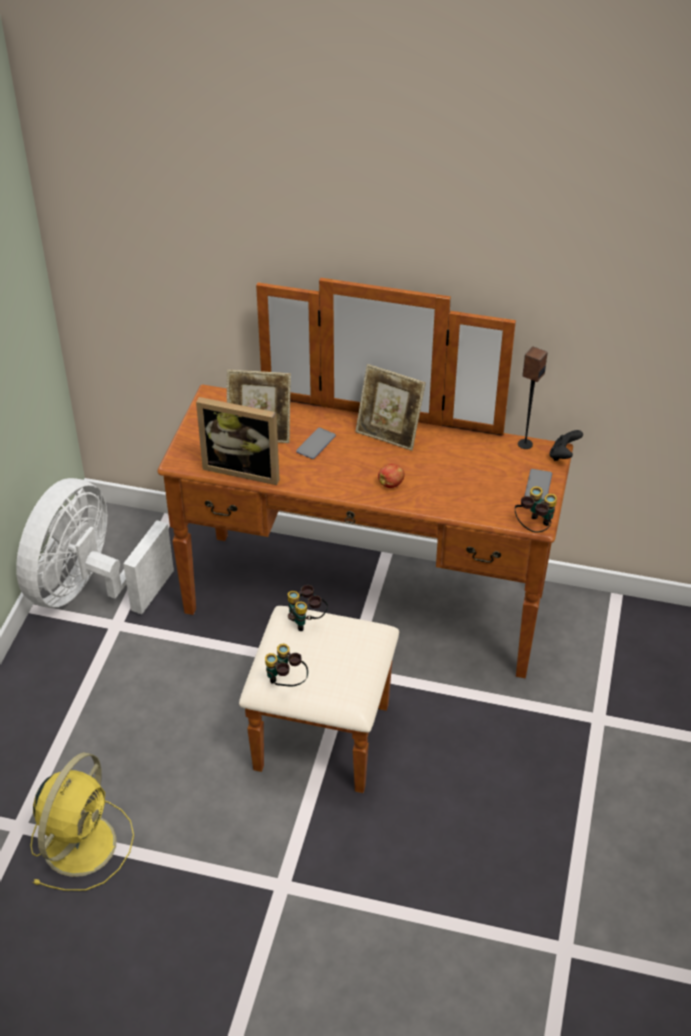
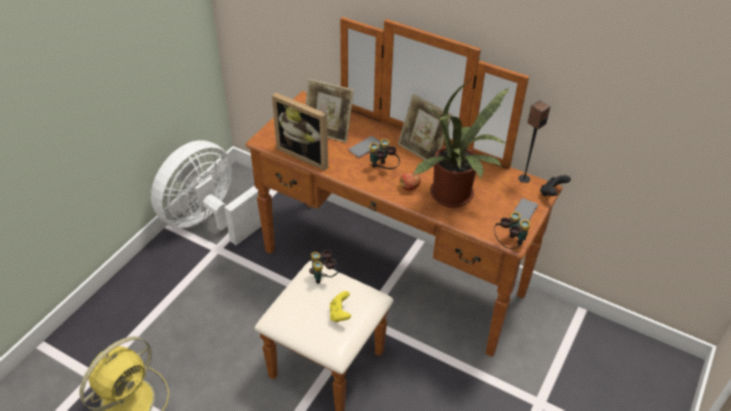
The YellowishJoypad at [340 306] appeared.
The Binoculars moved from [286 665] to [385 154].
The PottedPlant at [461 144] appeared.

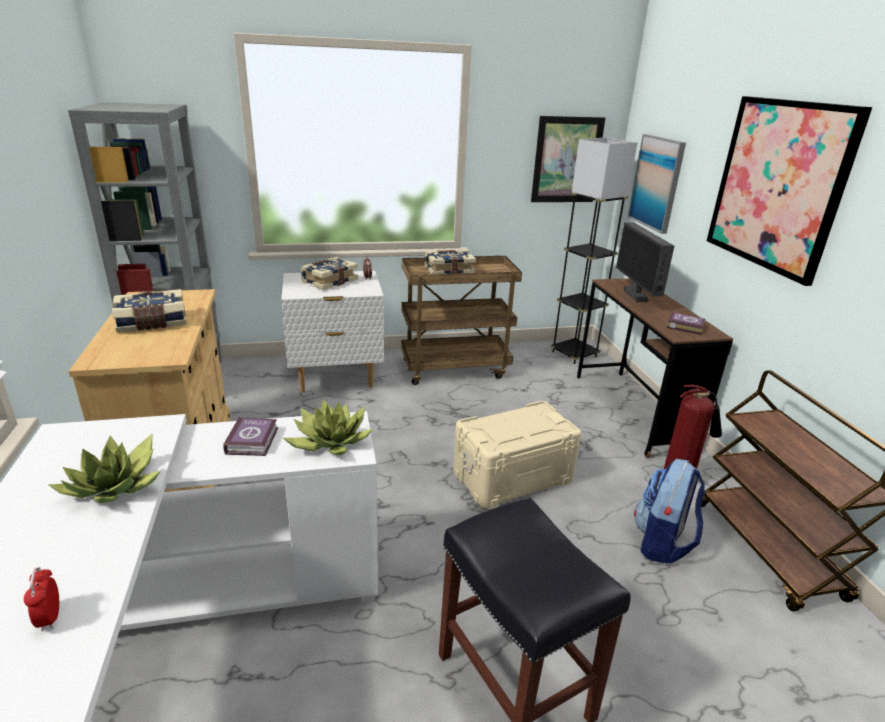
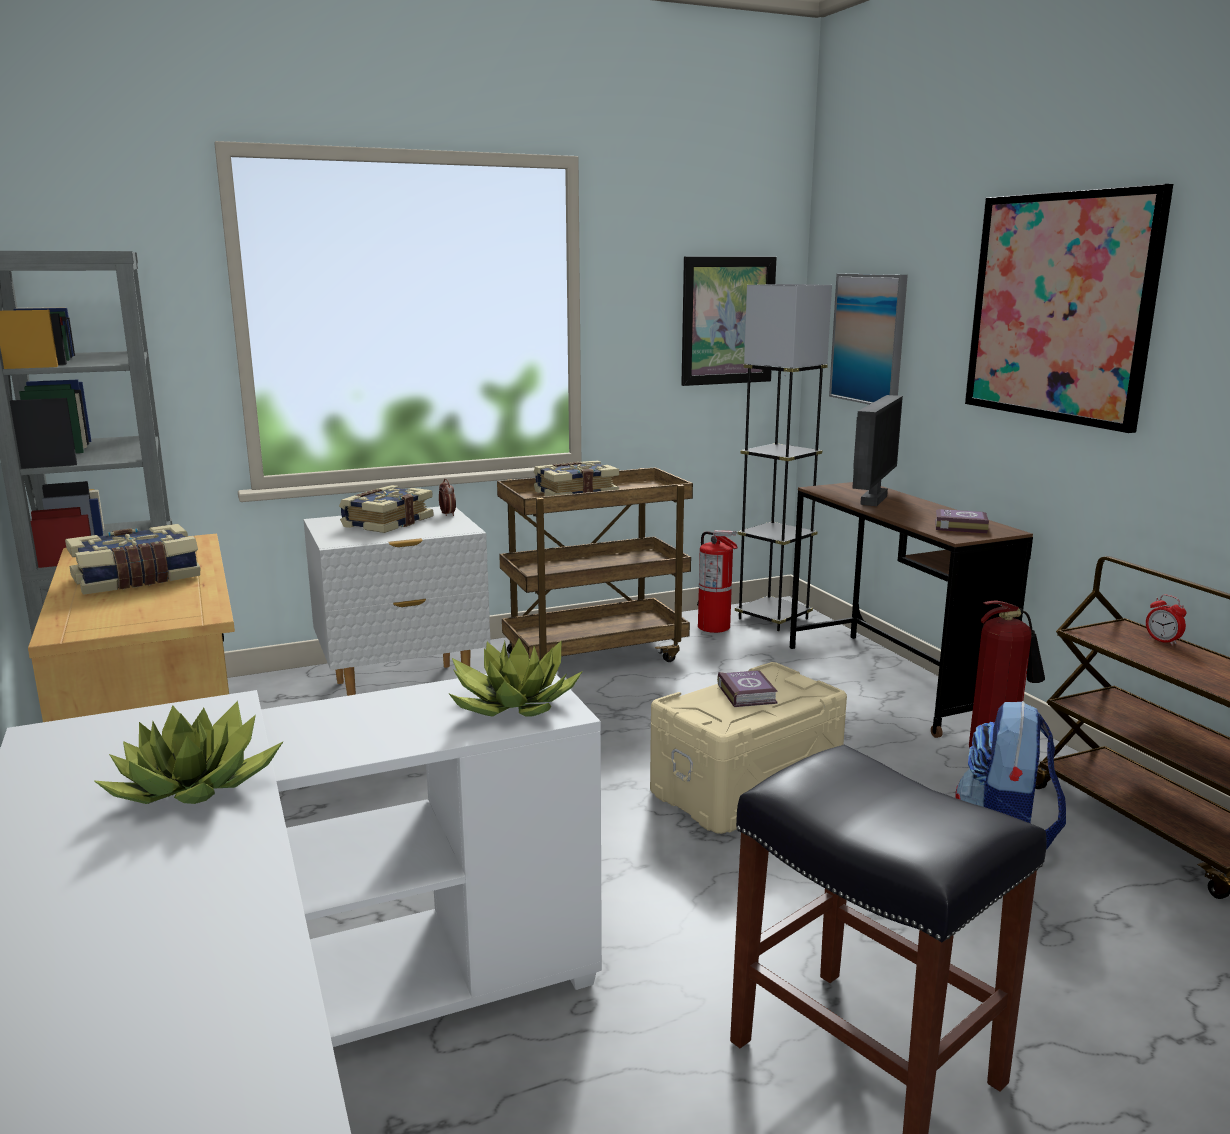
The Extinguisher at [717 581] appeared.
The BoundBook moved from [250 436] to [747 688].
The Monitor at [645 262] turned 135 degrees counterclockwise.
The TableClock moved from [41 599] to [1166 620].

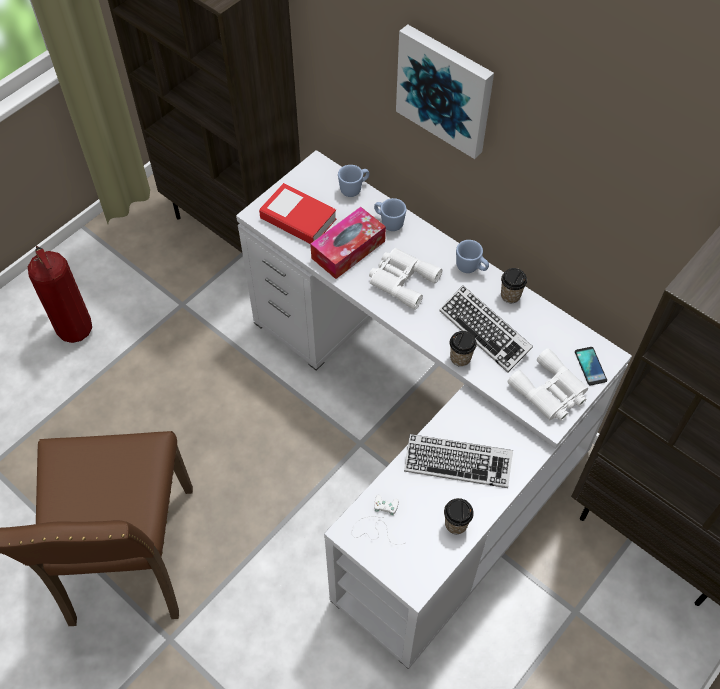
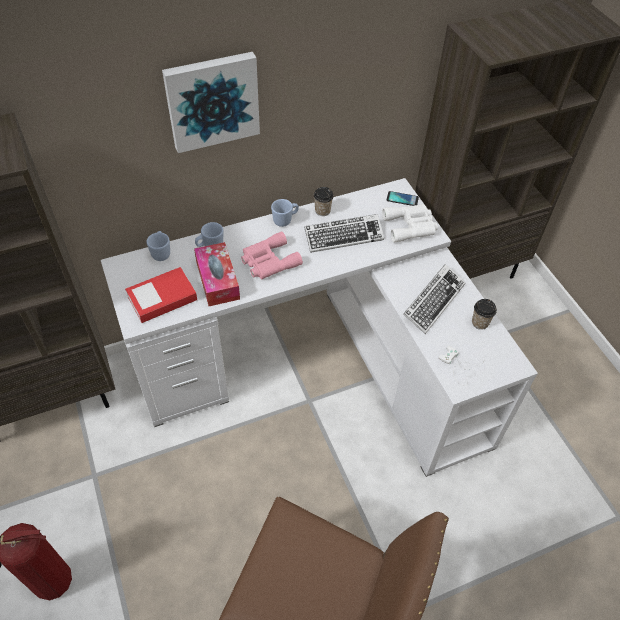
The WhitishBinoculars at [405 279] became the PinkBinoculars at [272 255].
The Cup at [463 349] disappeared.

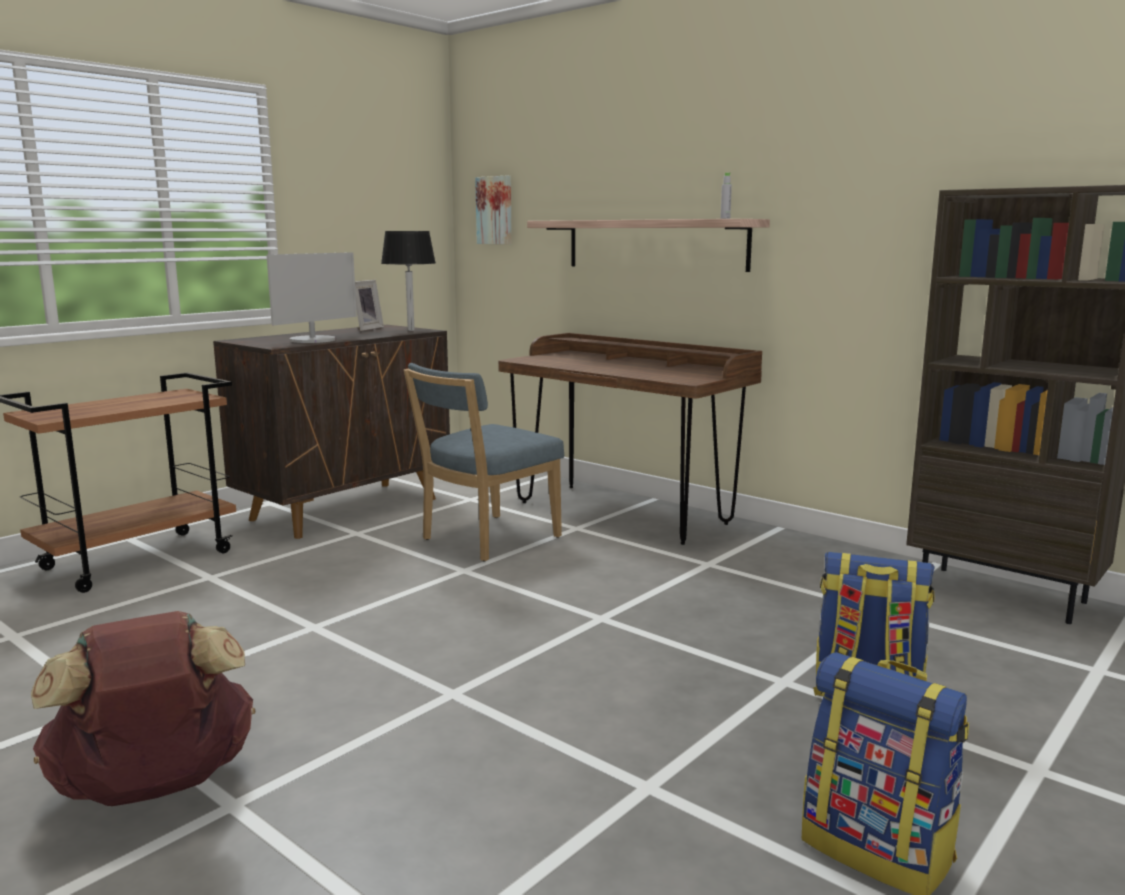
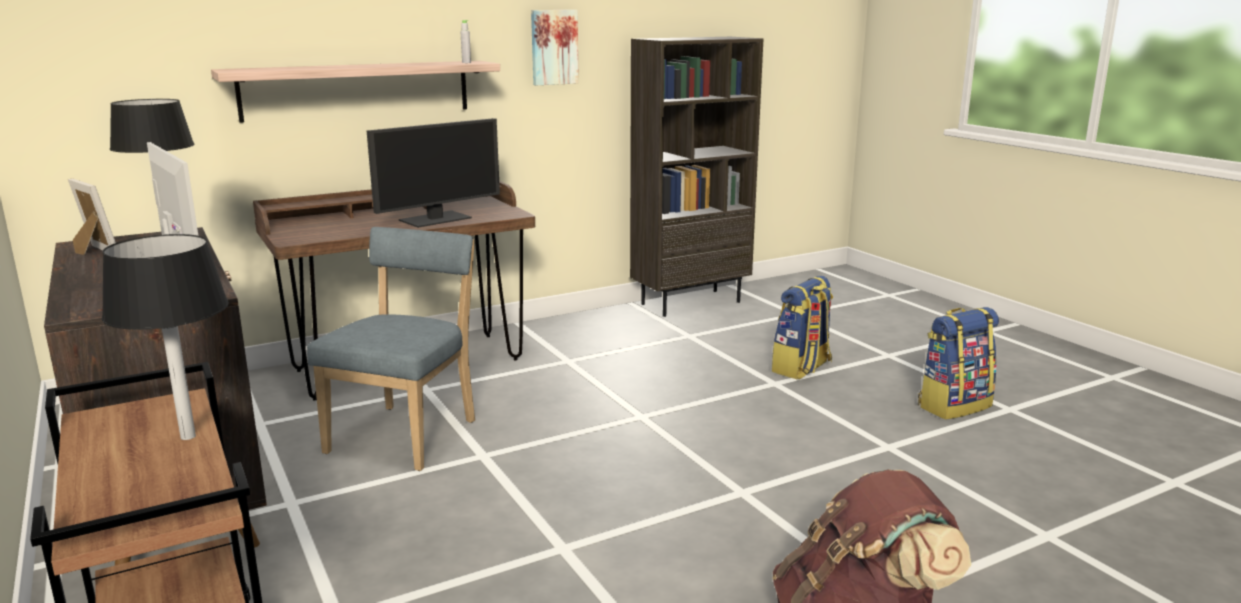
The BlackLampForATable at [165 337] appeared.
The BlueColouredUprightChair at [484 462] turned 135 degrees counterclockwise.
The Monitor at [433 173] appeared.
The WallArt moved from [493 210] to [555 47].

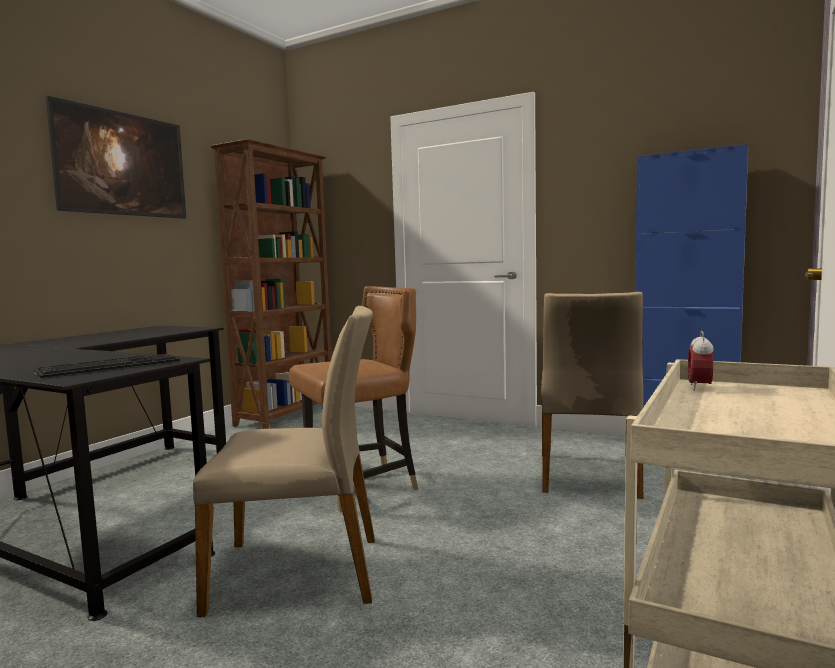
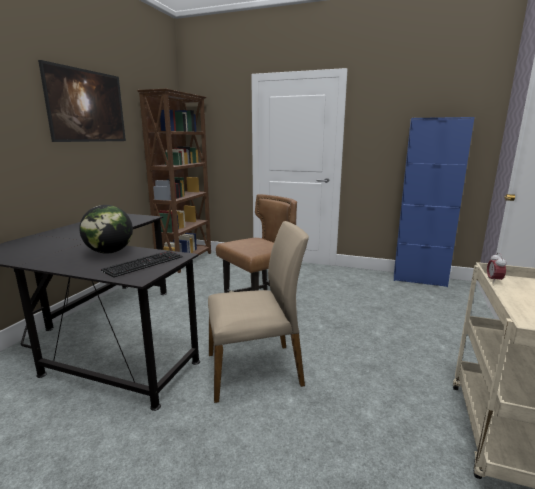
The Globe at [106 229] appeared.
The BeigeUprightChair at [592 395] disappeared.

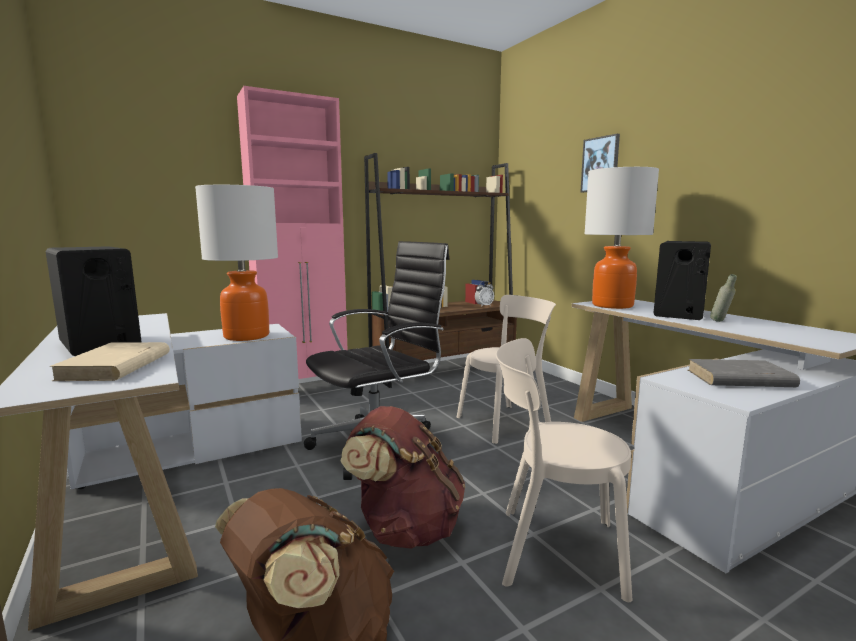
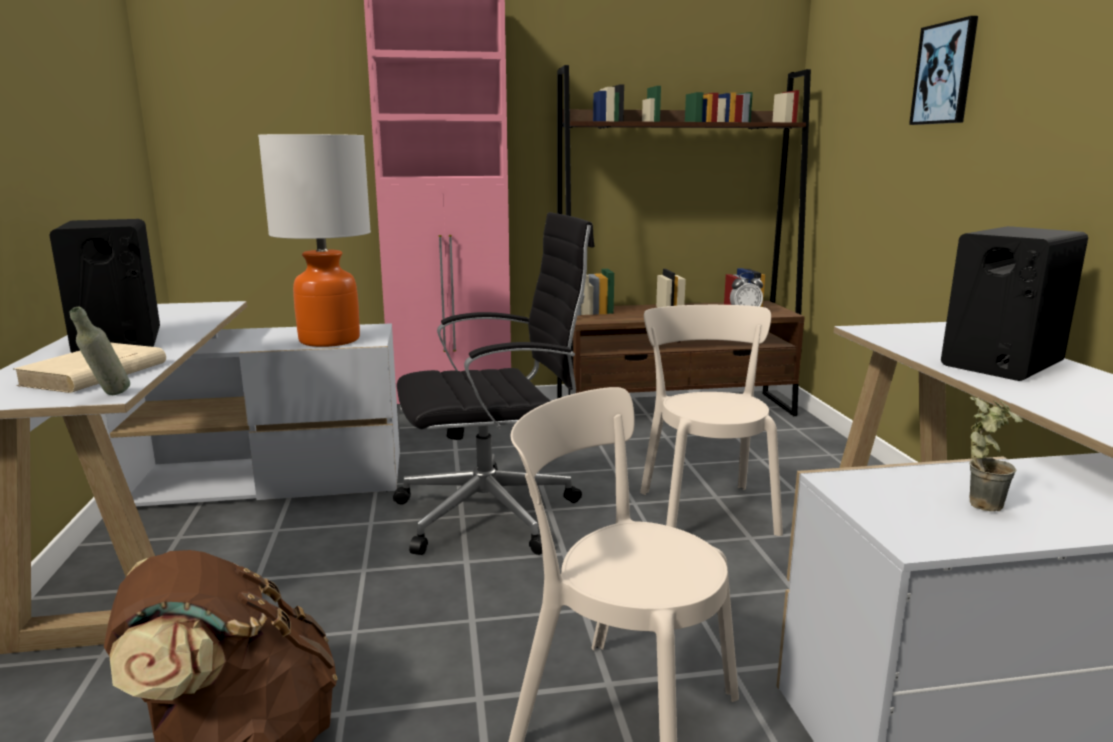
The GrayBeverageBottle moved from [723 298] to [100 351].
The BeigeUprightChair at [506 369] turned 90 degrees counterclockwise.
The GrayBoundBook at [744 373] was replaced by the PottedPlant at [996 454].
The BrownishKnapsack at [402 477] disappeared.
The LampForATable at [621 238] disappeared.

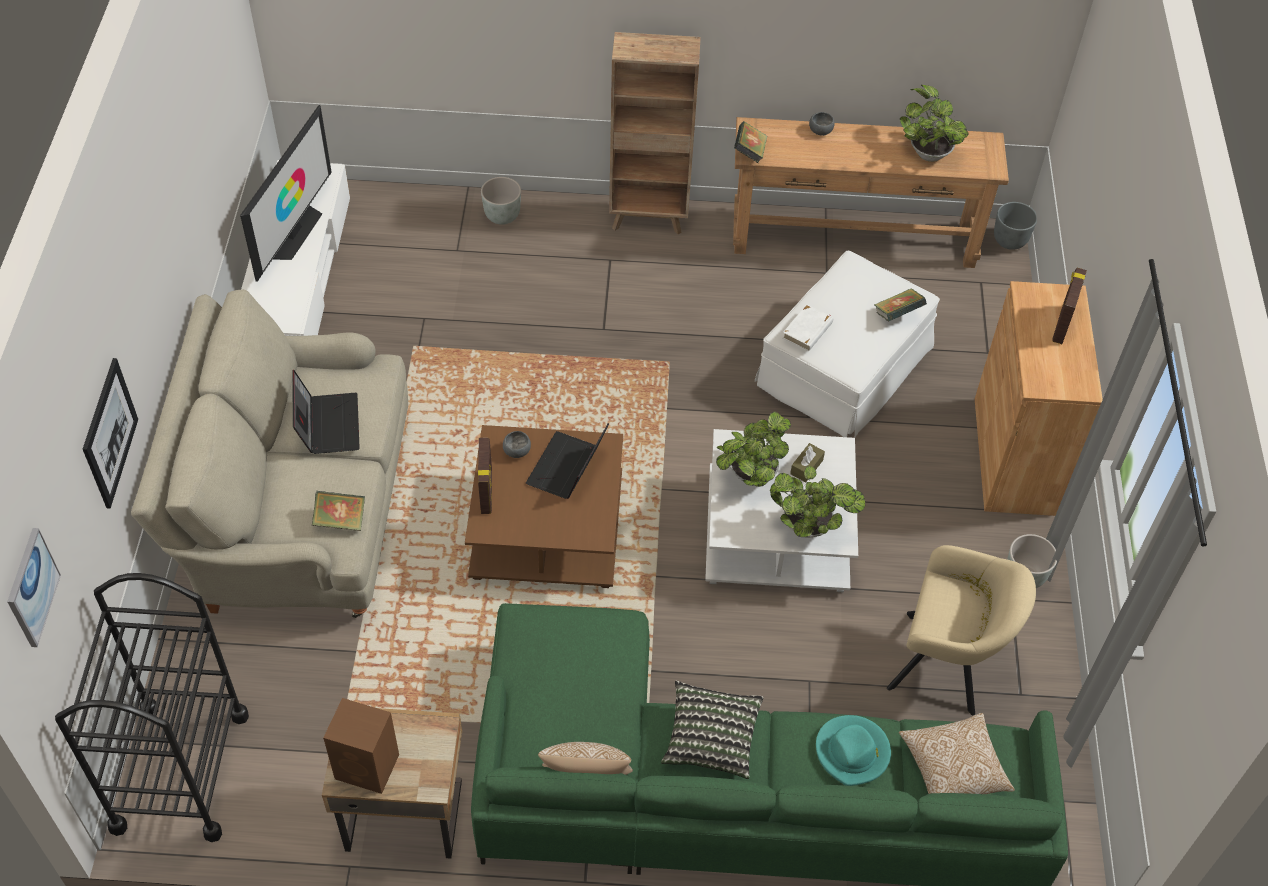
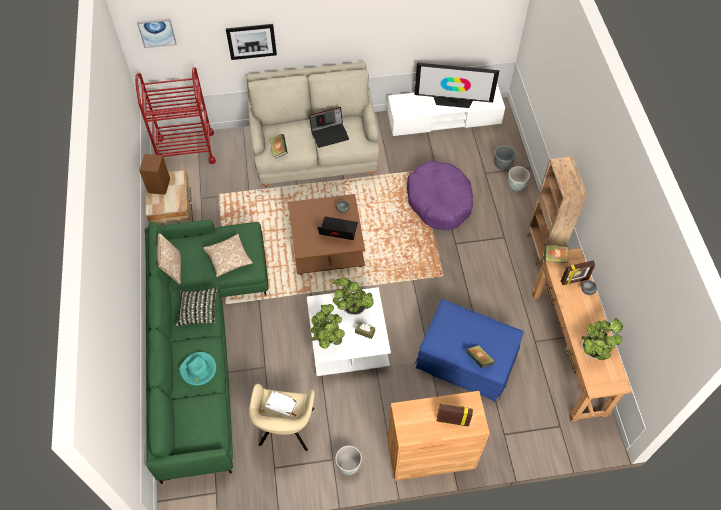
The BlackWheeledCart at [152 707] became the RedWheeledCart at [175 116].
The Cushion moved from [957 753] to [228 255].
The WhitishBoundBook moved from [807 328] to [281 404].
The PurplePetBed at [440 195] appeared.
The WhitishFootrest at [847 344] became the BlueColouredFootrest at [469 350].
The GrayPlanter moved from [1015 226] to [505 157].
The PhotoFrame moved from [485 476] to [578 272].

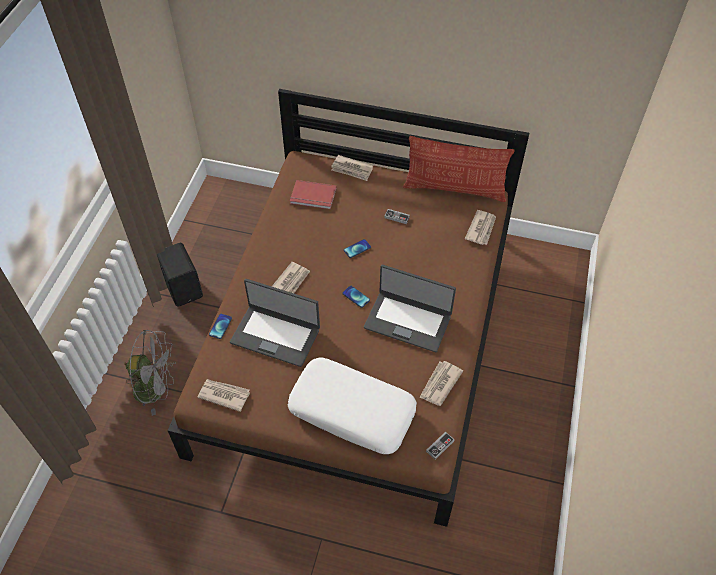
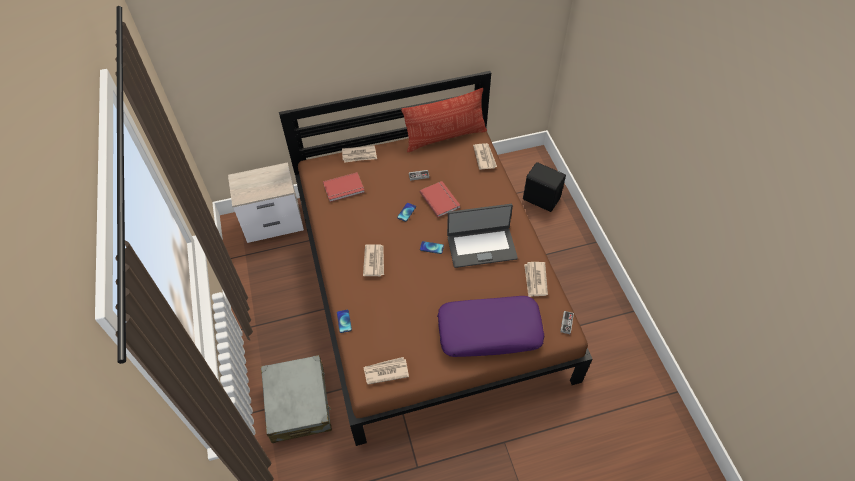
The BedsideTable at [266 202] appeared.
The GrayElectricFan at [150 373] was replaced by the GraySuitcase at [296 399].
The RedBoundBook at [440 199] appeared.
The WhitishCushion at [352 405] became the PurpleCushion at [490 326].
The BlackAudioSpeaker moved from [180 275] to [544 187].
The PortableComputer at [275 323] disappeared.

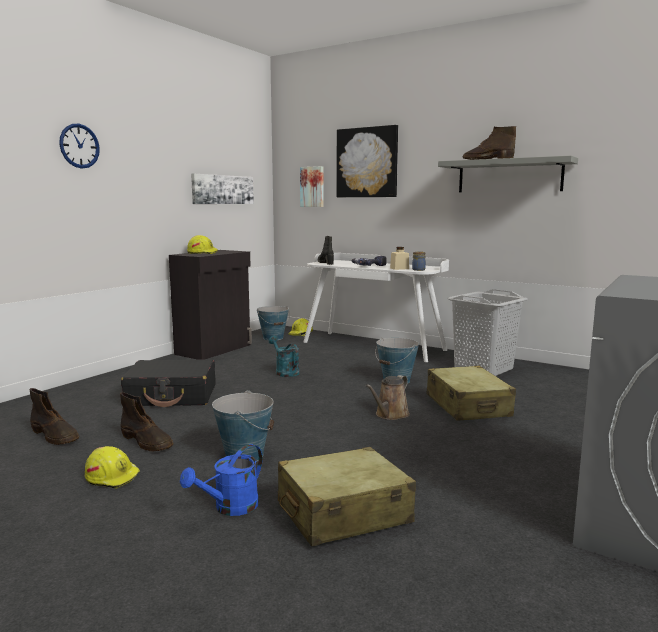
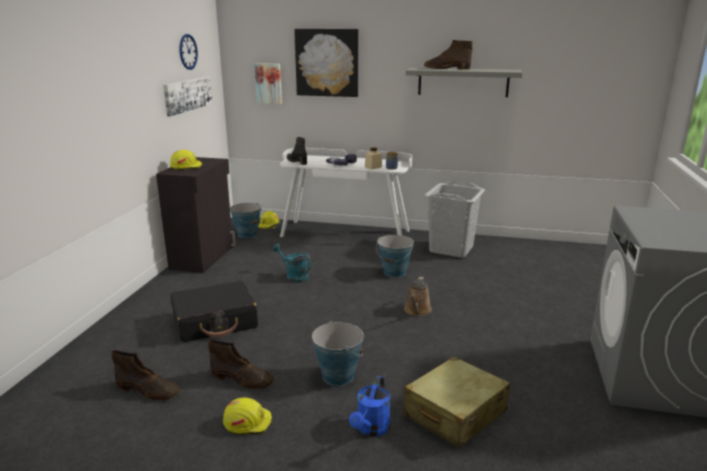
The ClockOnTheWall moved from [79 146] to [188 52].
The BeigeSuitcase at [471 393] disappeared.

